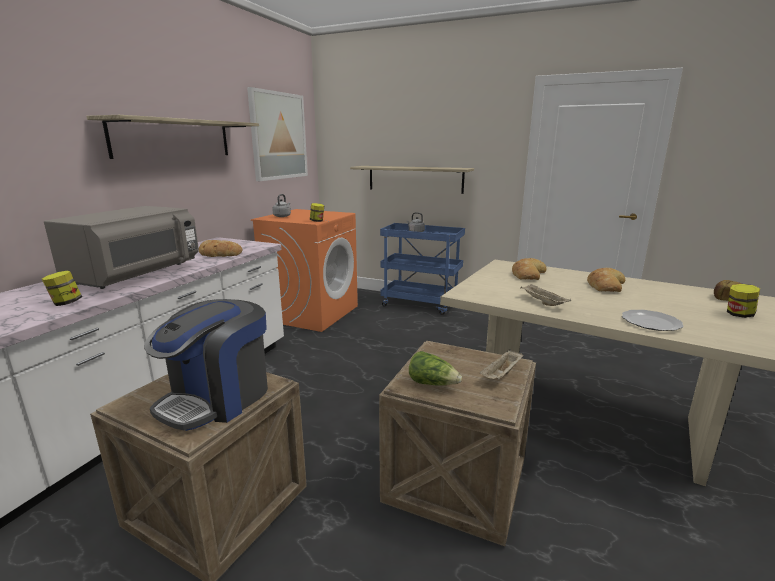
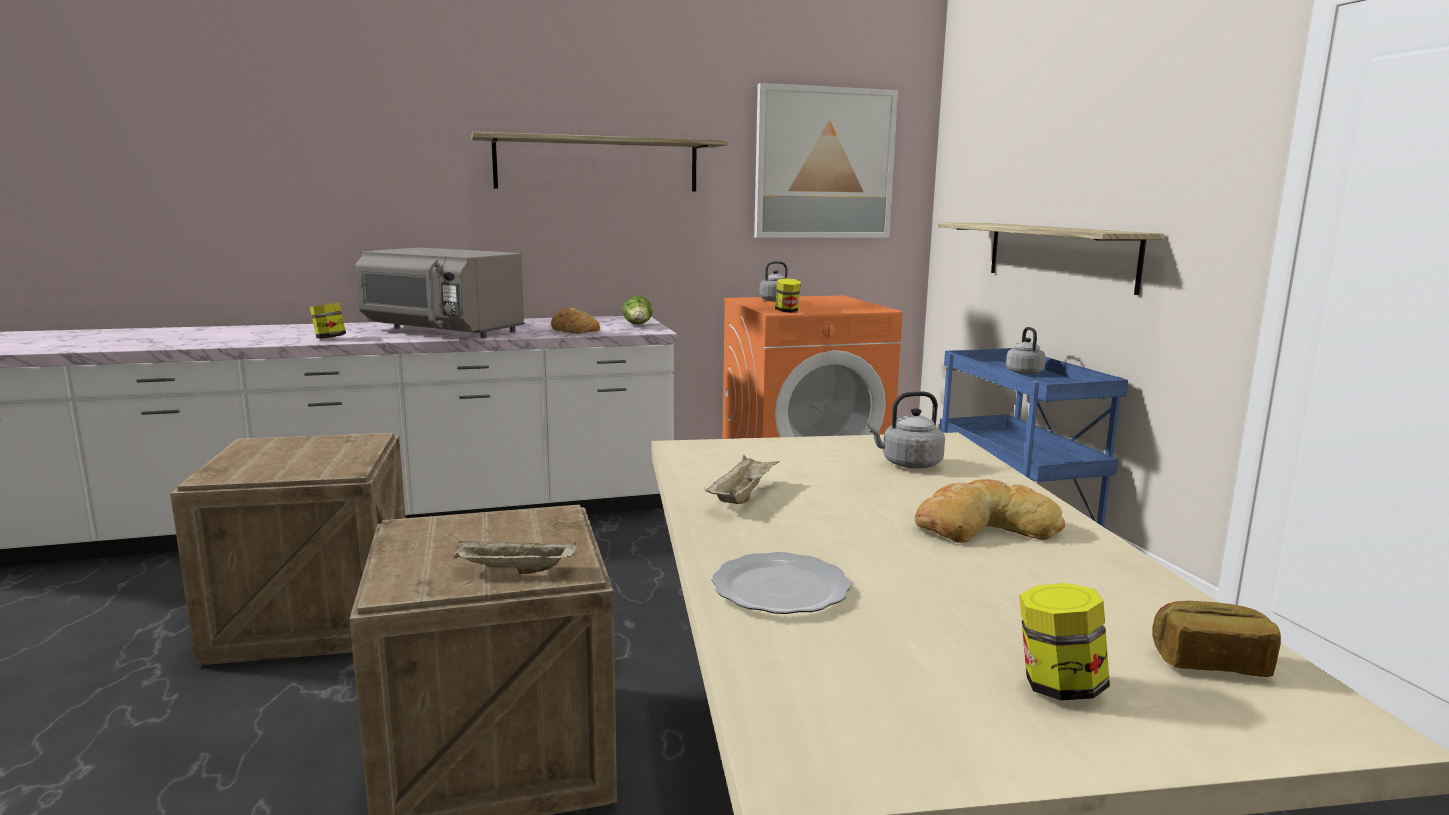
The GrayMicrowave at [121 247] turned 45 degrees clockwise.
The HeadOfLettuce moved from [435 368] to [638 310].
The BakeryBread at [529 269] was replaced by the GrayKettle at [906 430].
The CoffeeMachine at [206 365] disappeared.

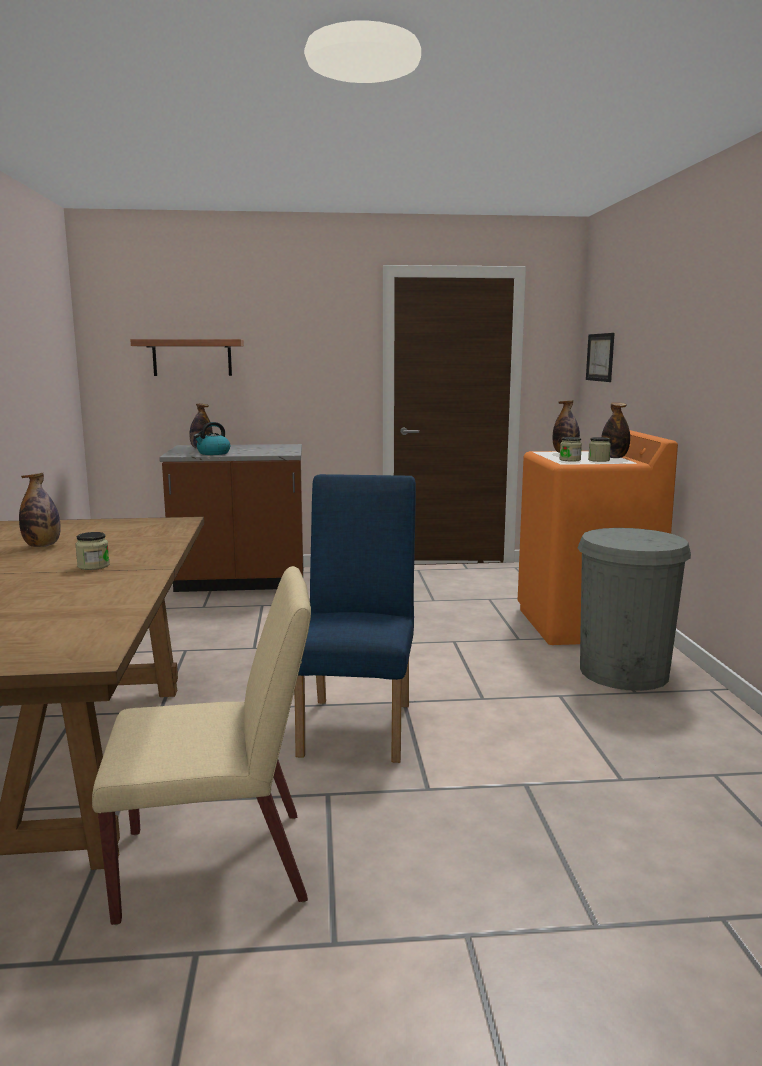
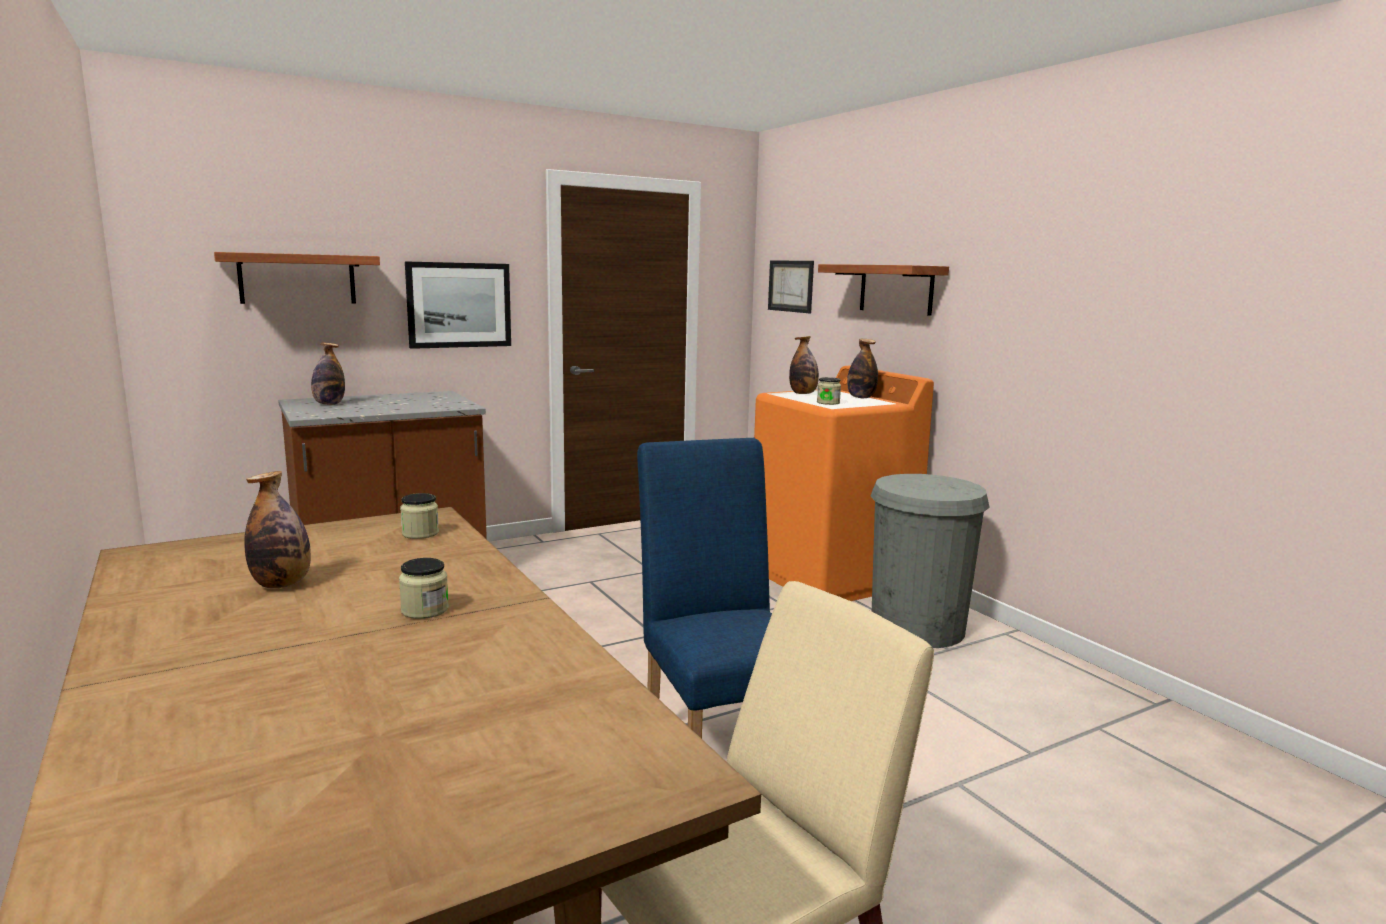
The Jar moved from [599 449] to [419 516].
The WallArt at [458 305] appeared.
The WallShelf at [883 290] appeared.
The Kettle at [212 438] disappeared.

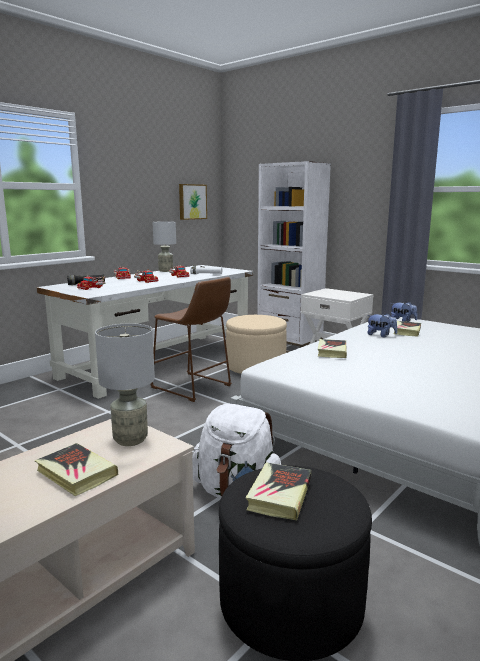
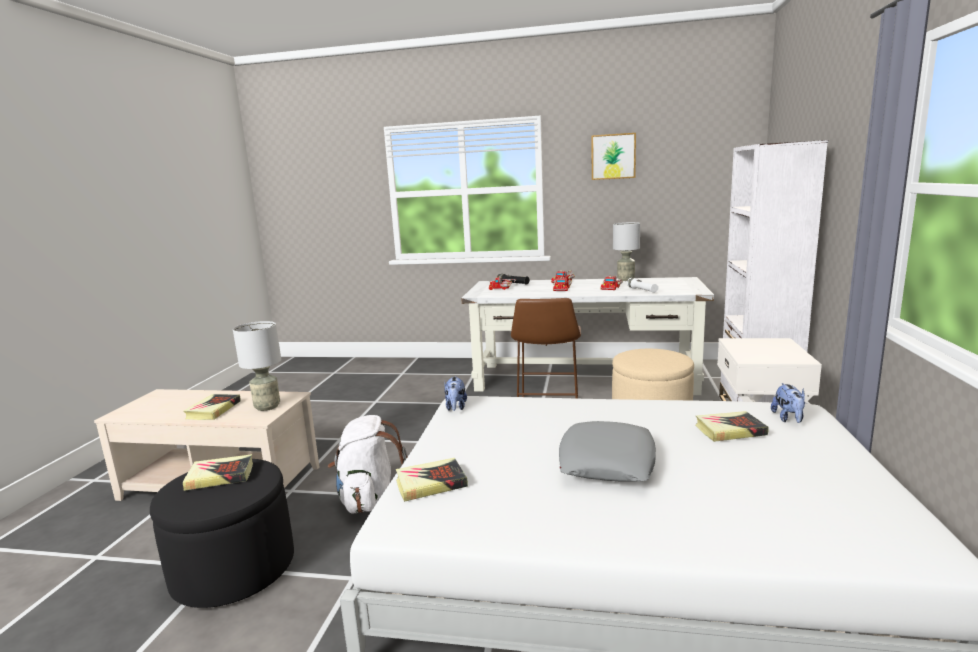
The BoundBook moved from [332 348] to [432 480].
The SoftToy moved from [382 325] to [455 393].
The GrayCushion at [607 451] appeared.
The WallArt moved from [193 202] to [613 156].

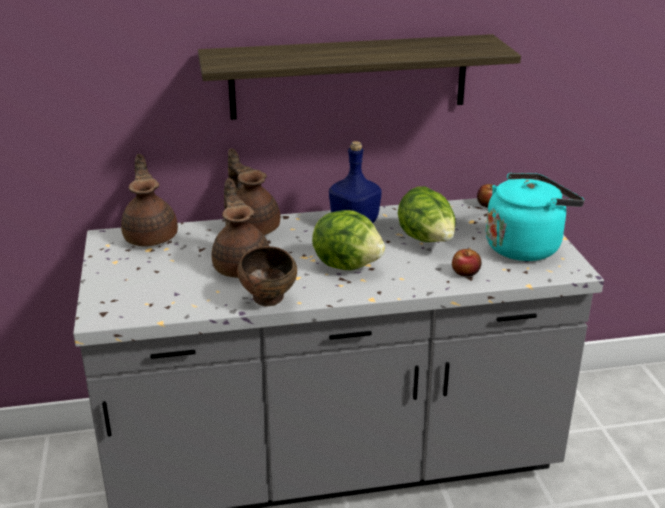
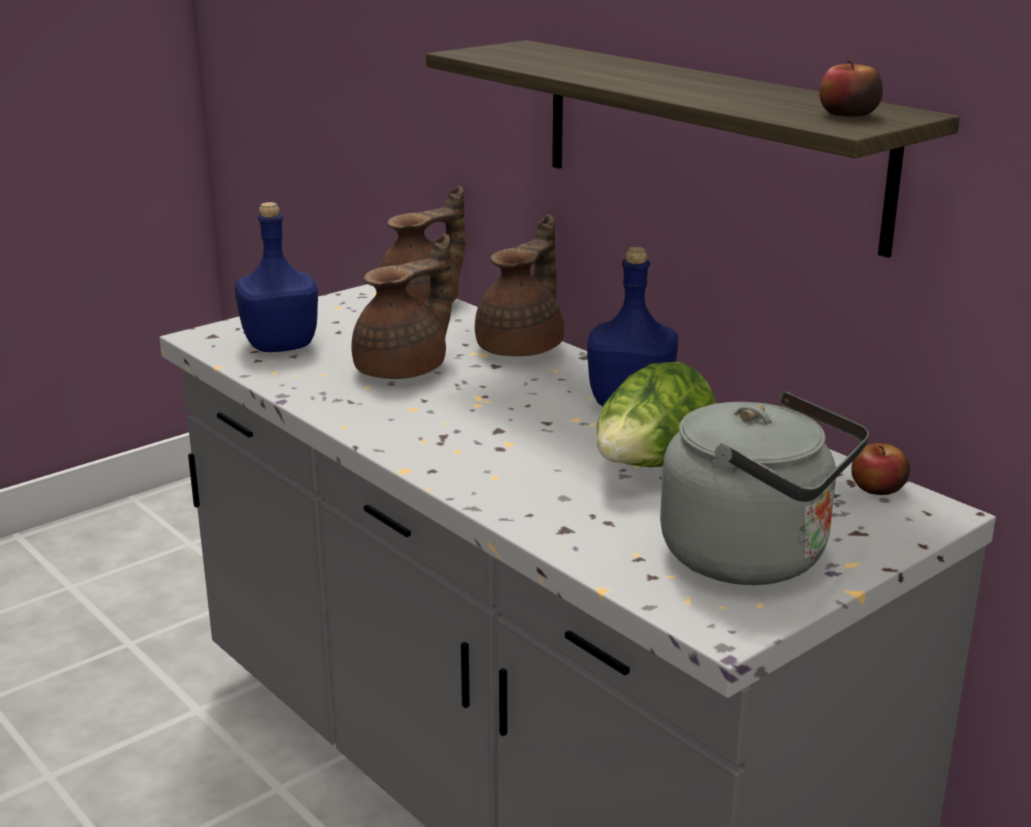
The BlueColouredBeverageBottle at [276 277] appeared.
The TurquoiseKettle at [535 217] became the GrayKettle at [764 488].
The WholeApple moved from [467 263] to [851 88].
The BrownishDeepDish at [267 276] disappeared.
The HeadOfLettuce at [348 240] disappeared.

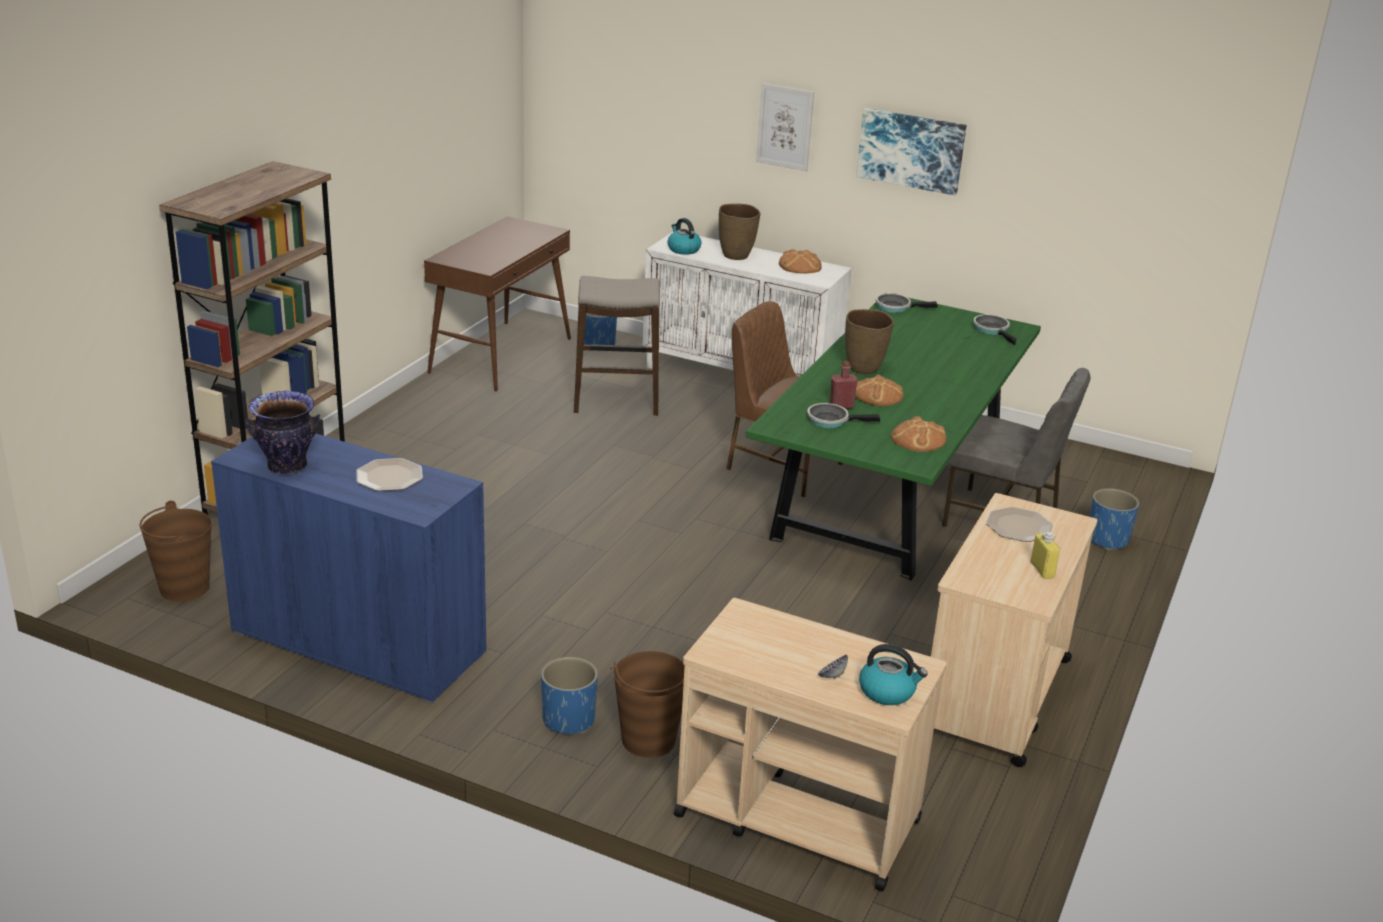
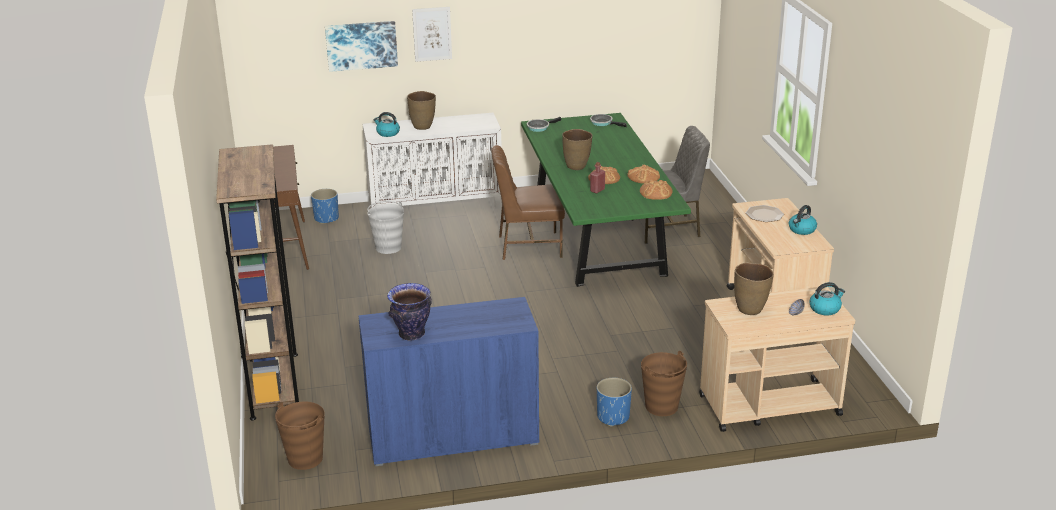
The WallArt moved from [911 151] to [361 46].
The StoolSeat at [617 346] was replaced by the GrayBucket at [385 227].
The BakeryBread moved from [800 261] to [643 174].
The BrownishVase at [754 289] appeared.
The YellowishBeverageBottle at [1045 555] was replaced by the Kettle at [803 220].
The FlatDish at [389 474] disappeared.
The Skillet at [843 415] disappeared.
The BlueColouredPlanter at [1114 519] disappeared.

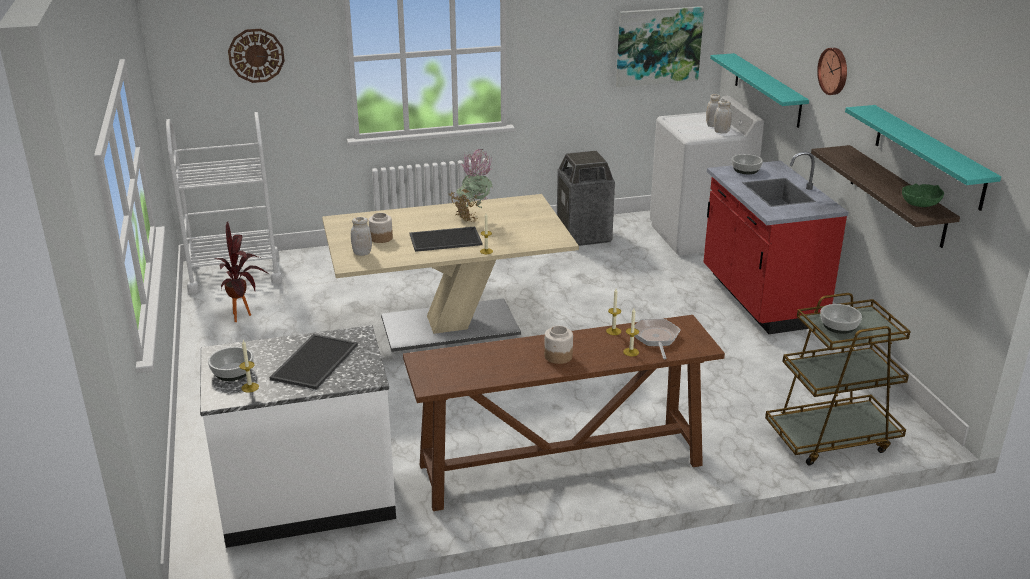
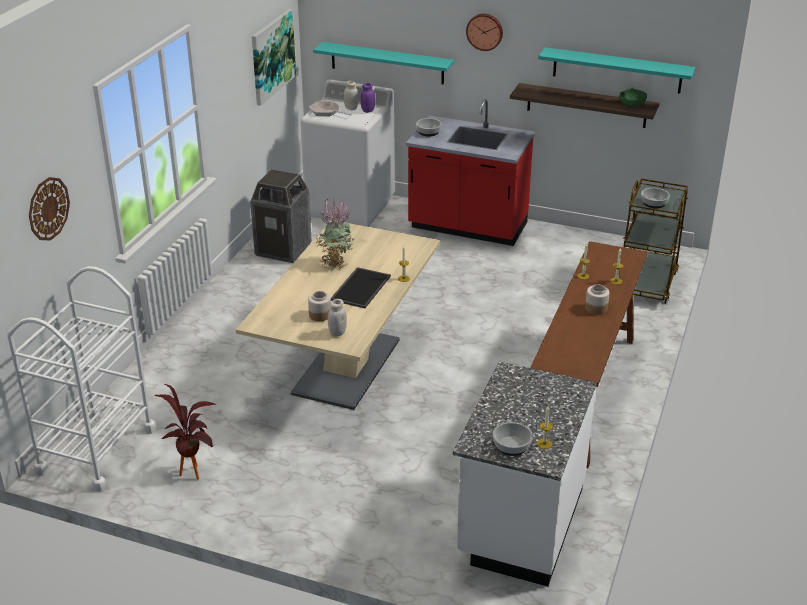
The Skillet moved from [657 339] to [330 108].
The WhitishJar at [723 117] became the PurpleJar at [368 98].
The ServingTray at [313 361] disappeared.

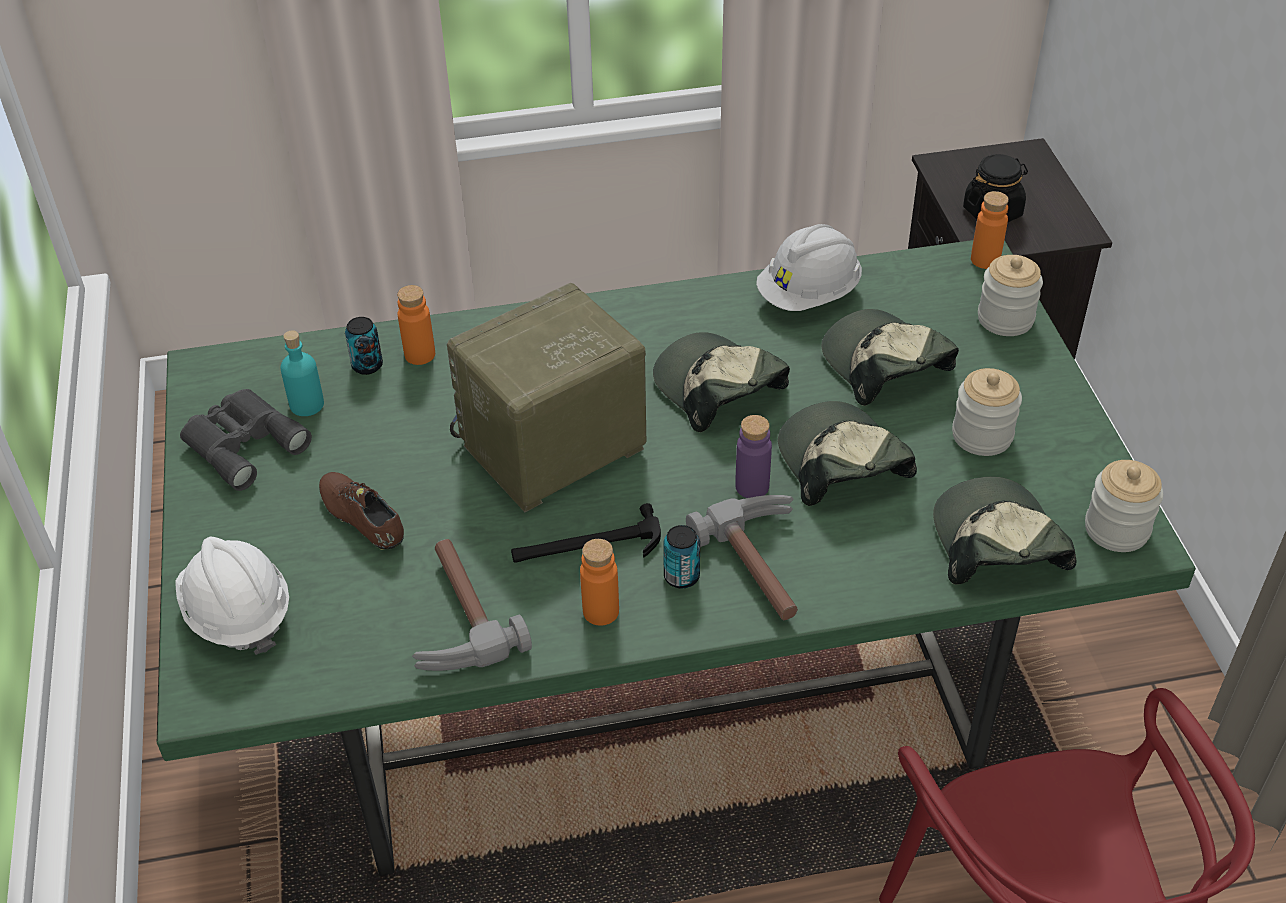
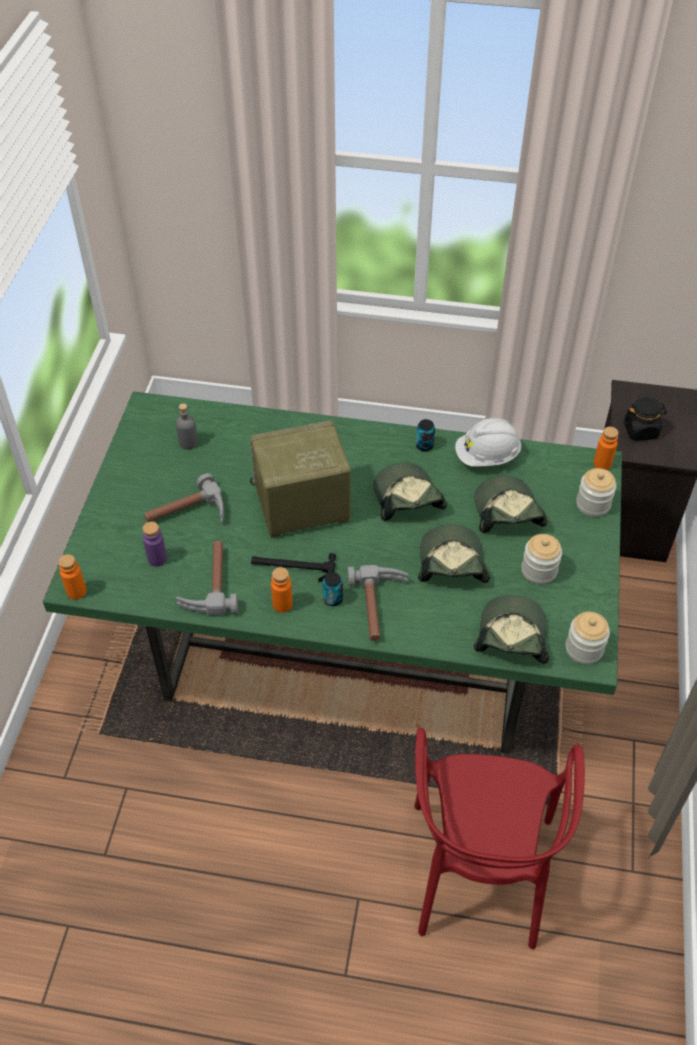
The OrangeColouredBeverageBottle moved from [416 325] to [72 577].
The PurpleBeverageBottle moved from [753 456] to [155 544].
The BrownishLowShoe at [361 511] was replaced by the ToolHammer at [184 498].
The TurquoiseBeverageBottle at [302 373] became the GrayBeverageBottle at [187 427].
The MetalCan moved from [364 346] to [425 435].
The WhitishWorkHelmet at [232 596] disappeared.
The GrayBinoculars at [246 440] disappeared.

